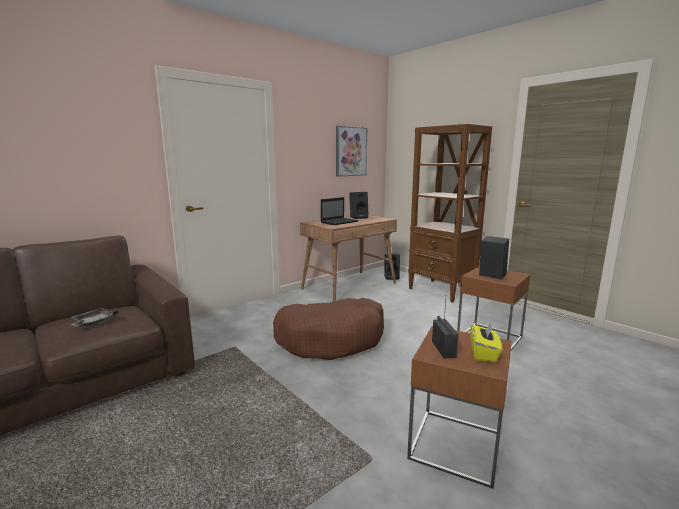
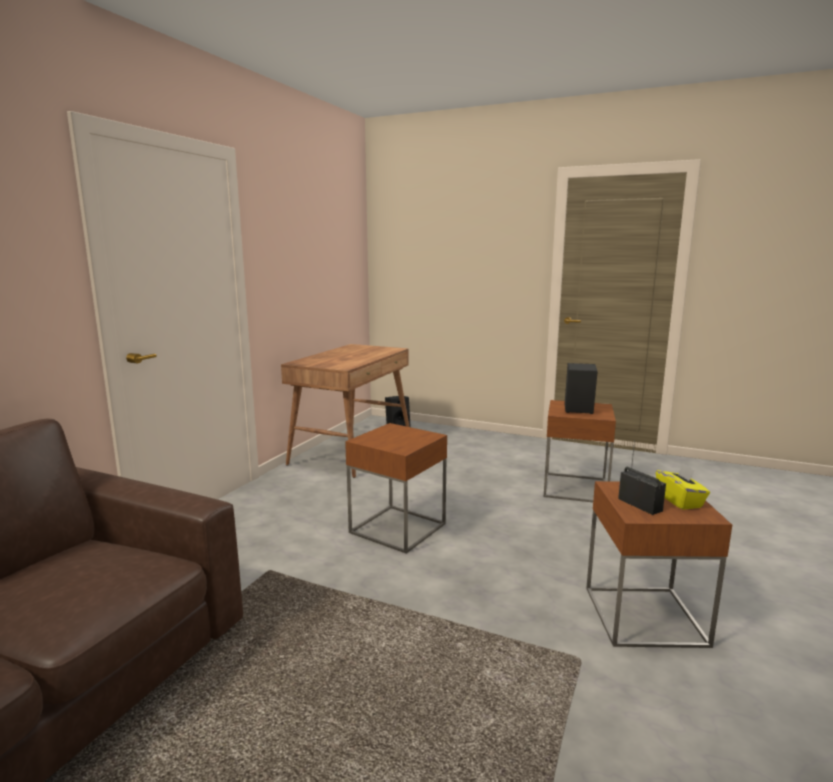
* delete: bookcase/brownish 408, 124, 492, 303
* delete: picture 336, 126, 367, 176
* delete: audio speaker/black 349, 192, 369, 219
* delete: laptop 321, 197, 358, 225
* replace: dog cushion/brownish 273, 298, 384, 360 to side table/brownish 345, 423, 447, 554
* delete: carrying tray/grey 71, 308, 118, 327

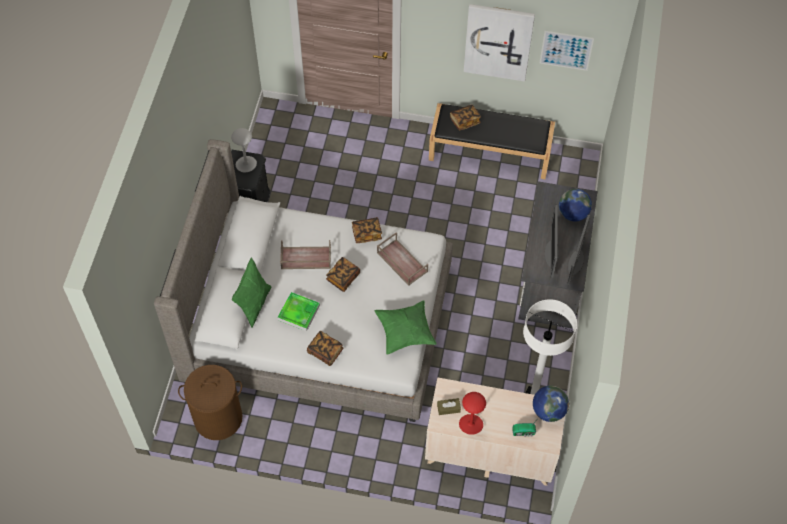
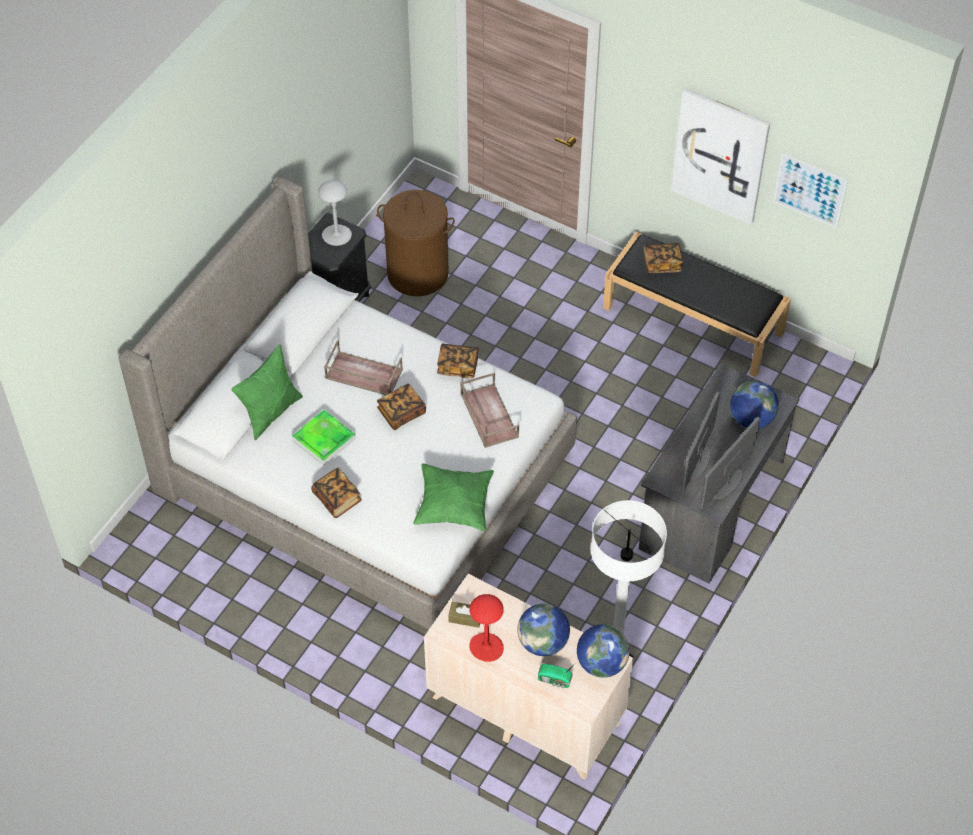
* move: washing basket/brownish 178, 365, 242, 440 to 377, 190, 455, 296
* insert: world globe 517, 604, 570, 656

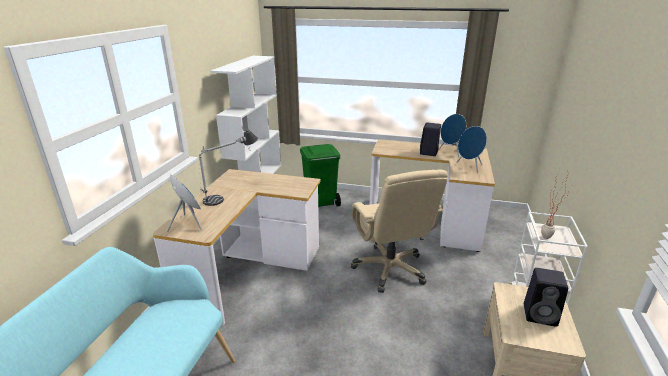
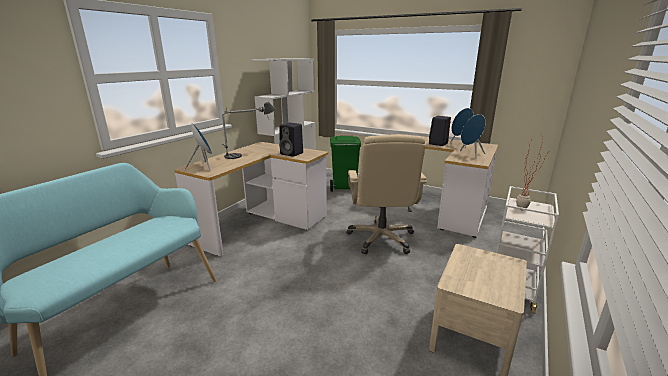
* move: audio speaker/black 524, 268, 568, 327 to 279, 123, 303, 157

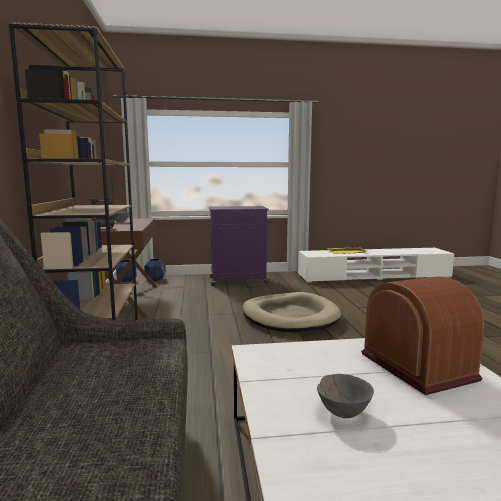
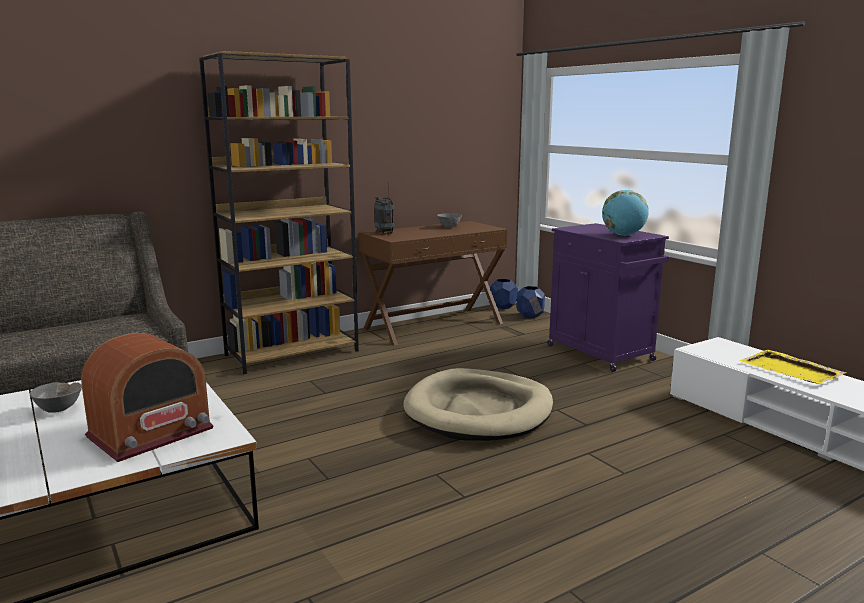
* insert: world globe 602, 190, 649, 236

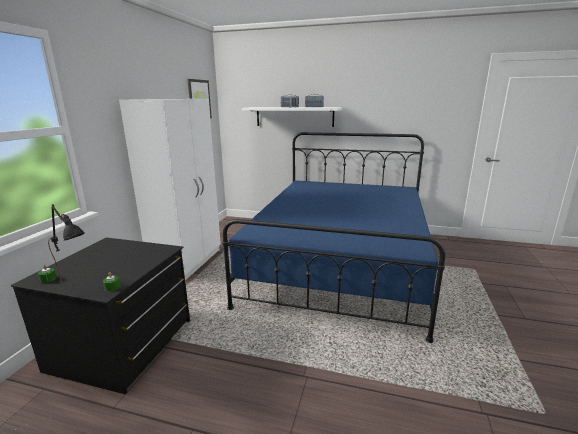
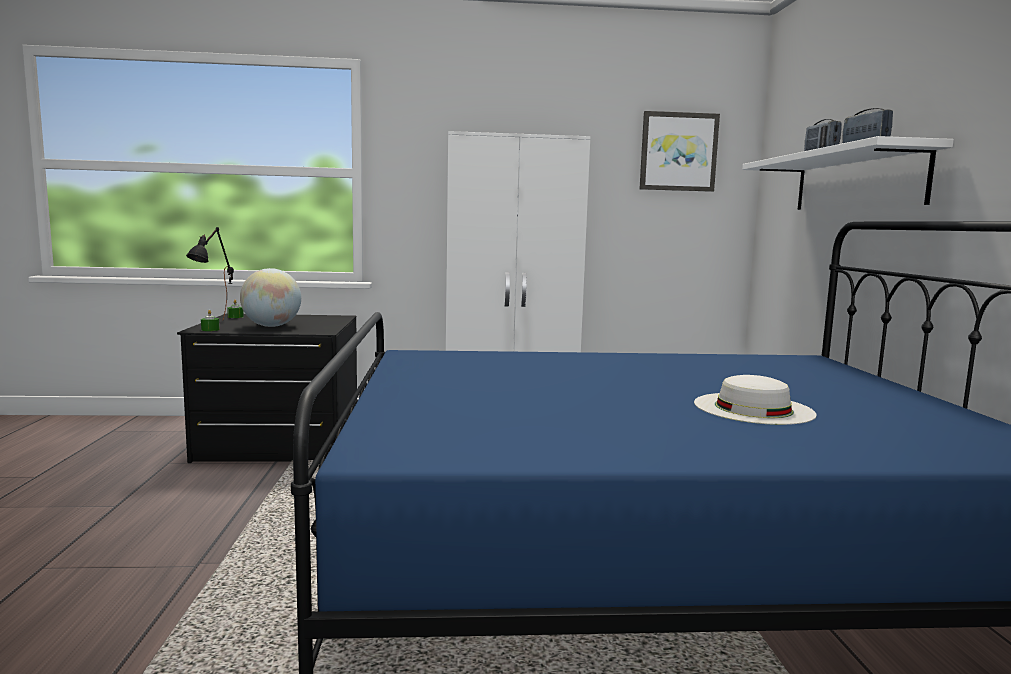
* insert: world globe 240, 268, 301, 327
* insert: clothing hat/whitish 694, 375, 817, 425

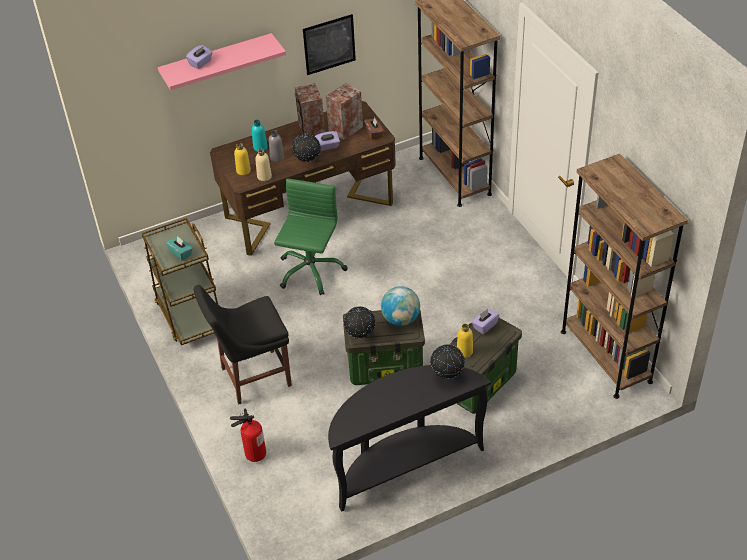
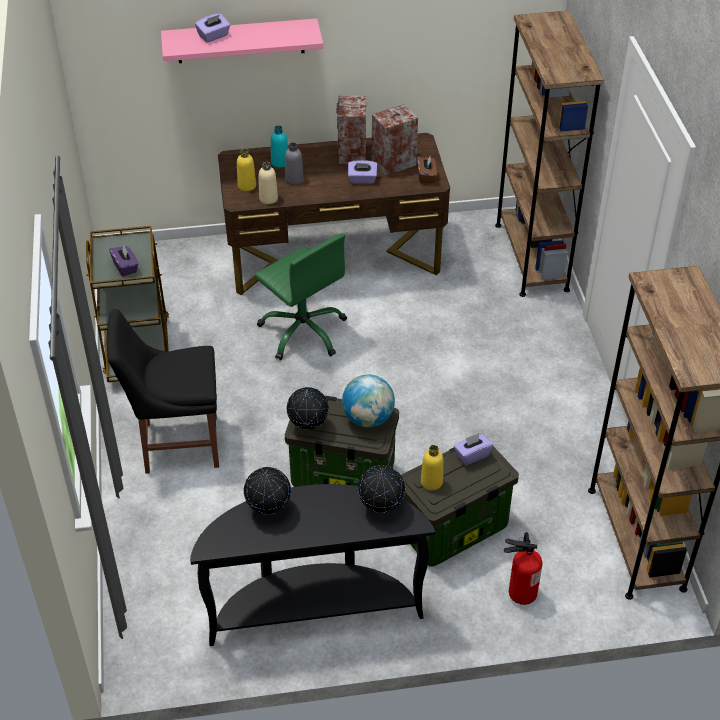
* delete: picture 303, 14, 356, 75
* move: world globe 292, 134, 321, 162 to 244, 467, 291, 515
* rotate: computer chair/green 274, 178, 347, 295 = 255, 233, 347, 360 105 degrees clockwise
* recolor: tissue holder/turquoise 166, 236, 193, 261 to tissue holder/purple-coloured 109, 246, 139, 276
* move: extinguisher 230, 409, 266, 462 to 504, 532, 542, 605

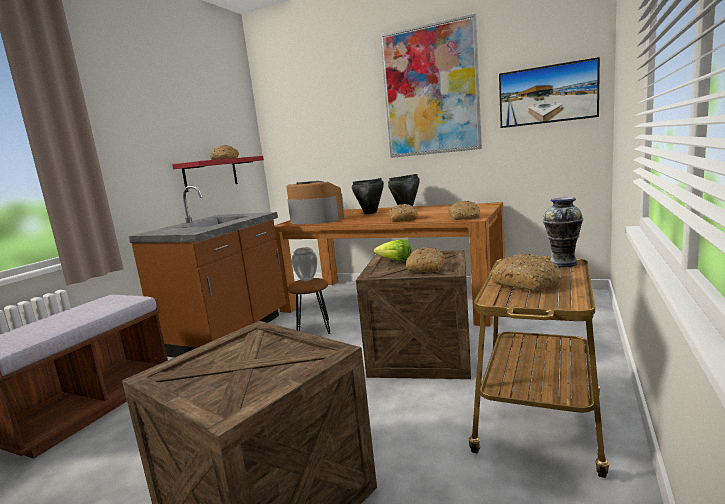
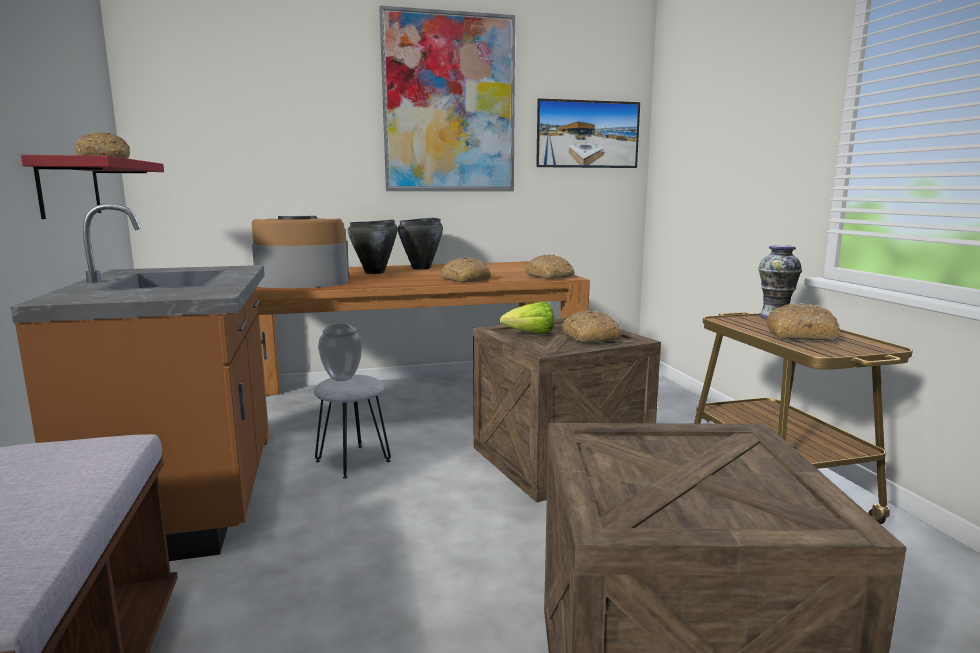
* recolor: stool seat/brownish 287, 278, 331, 334 to stool seat/grey 314, 375, 391, 479

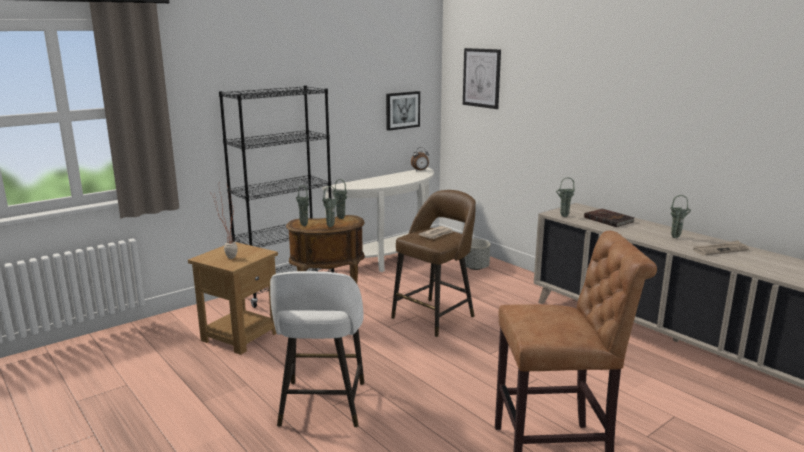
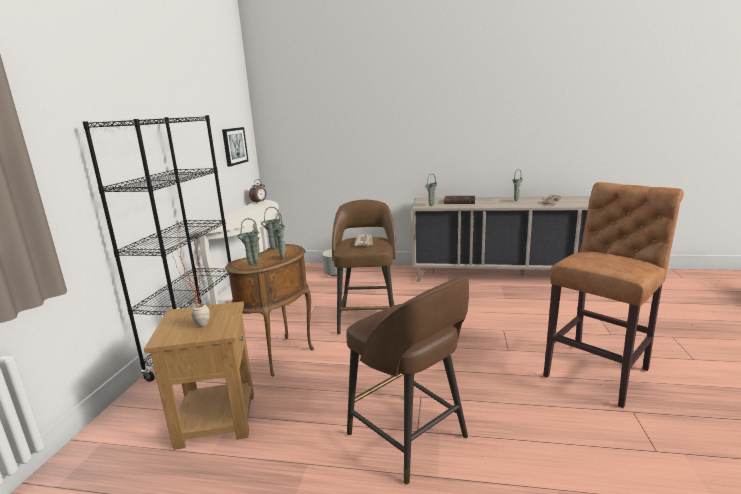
* delete: picture 463, 48, 501, 109
* recolor: stool seat/whitish 270, 271, 364, 427 to stool seat/brownish 346, 276, 469, 484

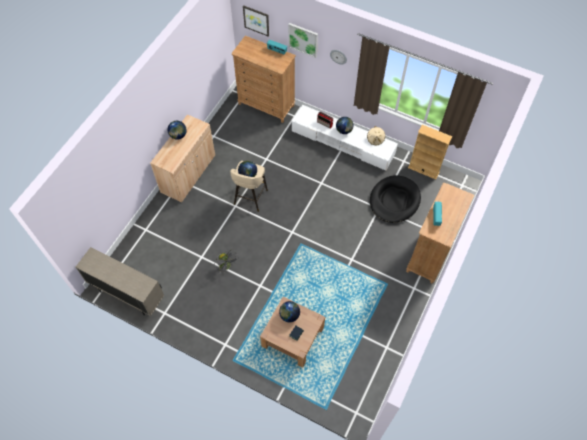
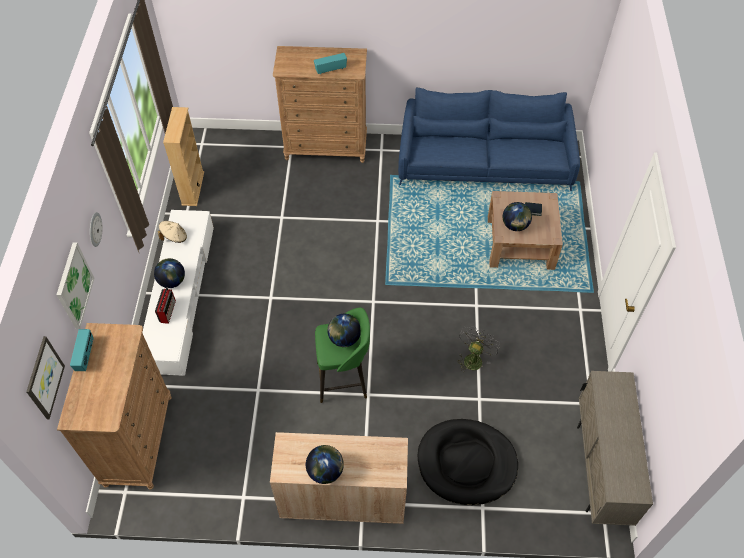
* recolor: stool seat/sand-coloured 230, 161, 268, 212 to stool seat/green 315, 307, 370, 403
* move: dog cushion/black 370, 175, 421, 223 to 418, 419, 518, 505
* insert: couch/blue 398, 88, 580, 191

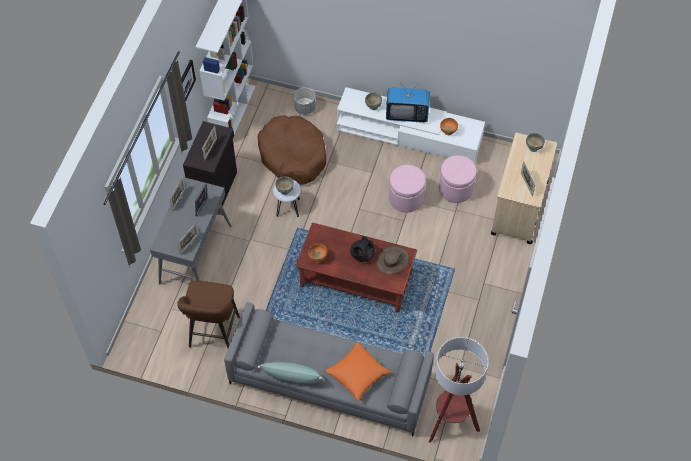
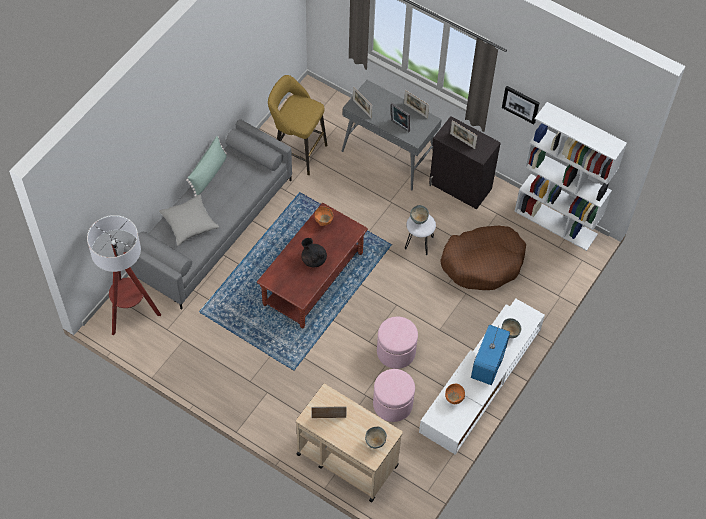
* delete: plant pot/grey 294, 88, 315, 115
* delete: clothing hat/brownish 376, 246, 410, 275
* recolor: stool seat/brownish 177, 281, 240, 348 to stool seat/yellow-coloured 268, 75, 328, 175
* recolor: cushion/orangey 325, 341, 391, 401 to cushion/grey 159, 195, 219, 246

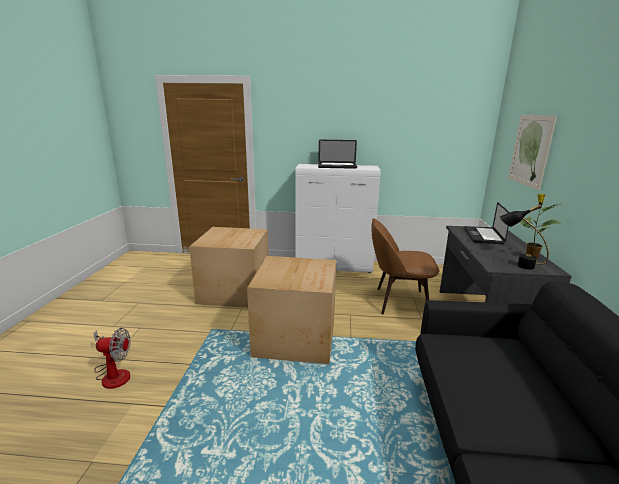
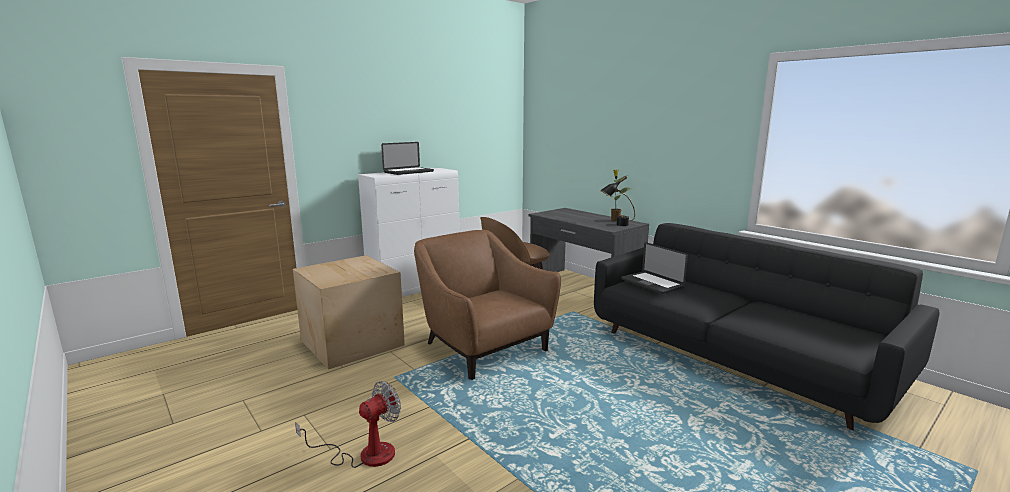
* delete: picture 508, 115, 557, 190
* move: laptop 464, 202, 510, 244 to 621, 242, 688, 294
* replace: cardboard box 247, 256, 337, 364 to easy chair/brownish 414, 230, 561, 380

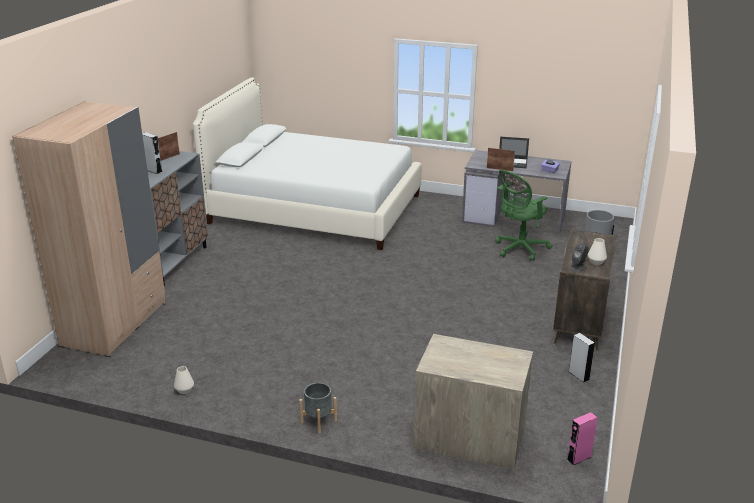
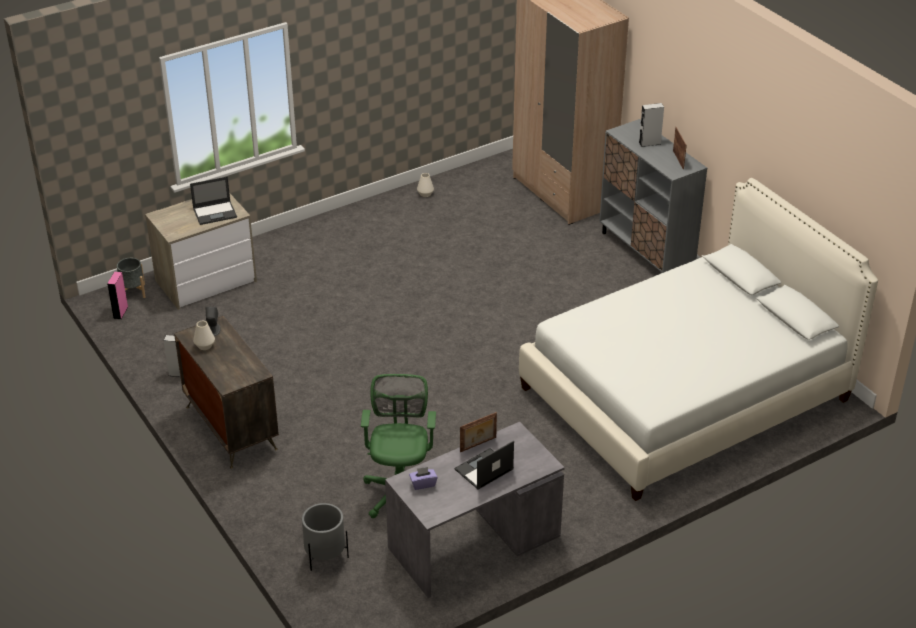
* move: plant pot/grey 299, 383, 337, 434 to 117, 258, 146, 298
* insert: laptop 190, 177, 237, 225

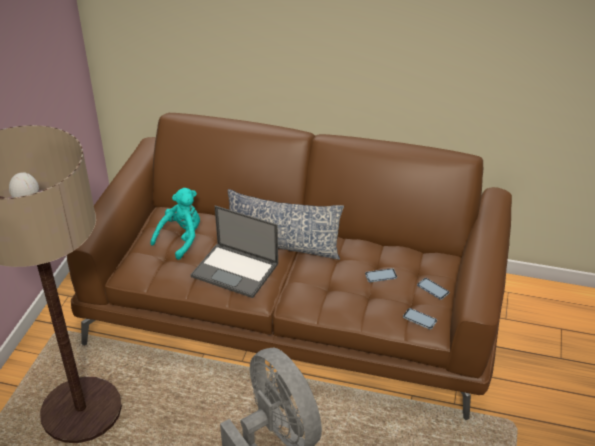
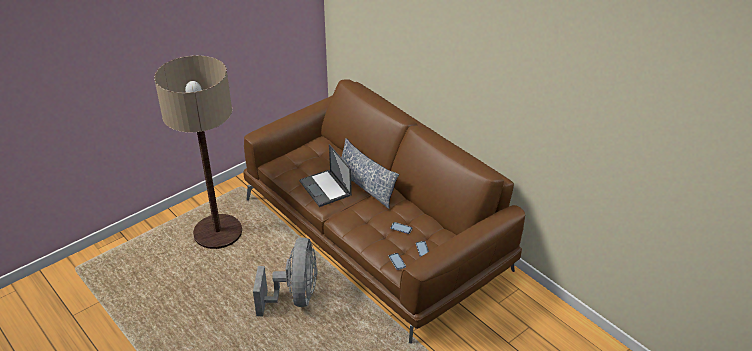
* delete: soft toy/turquoise 150, 188, 200, 260

